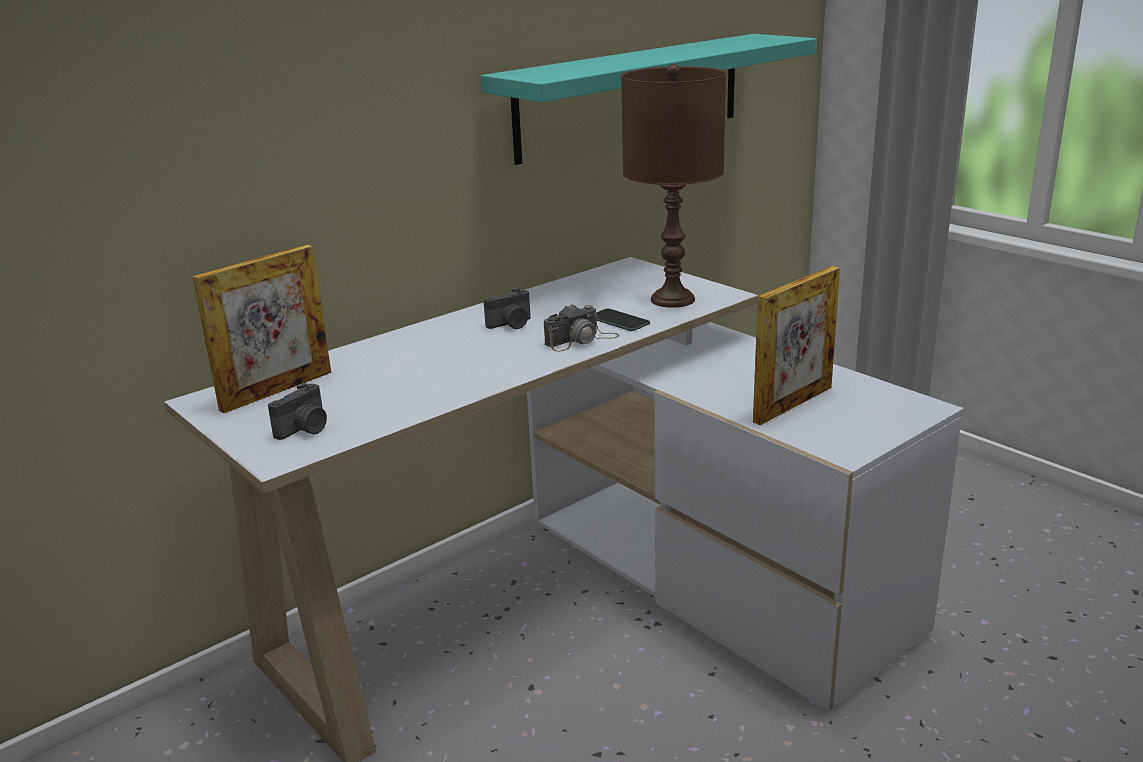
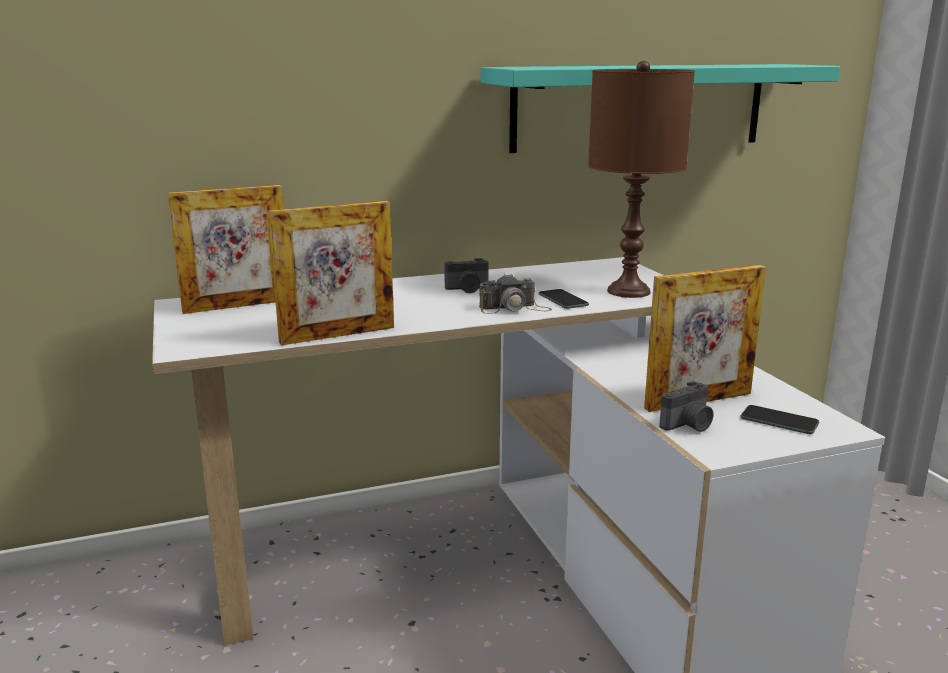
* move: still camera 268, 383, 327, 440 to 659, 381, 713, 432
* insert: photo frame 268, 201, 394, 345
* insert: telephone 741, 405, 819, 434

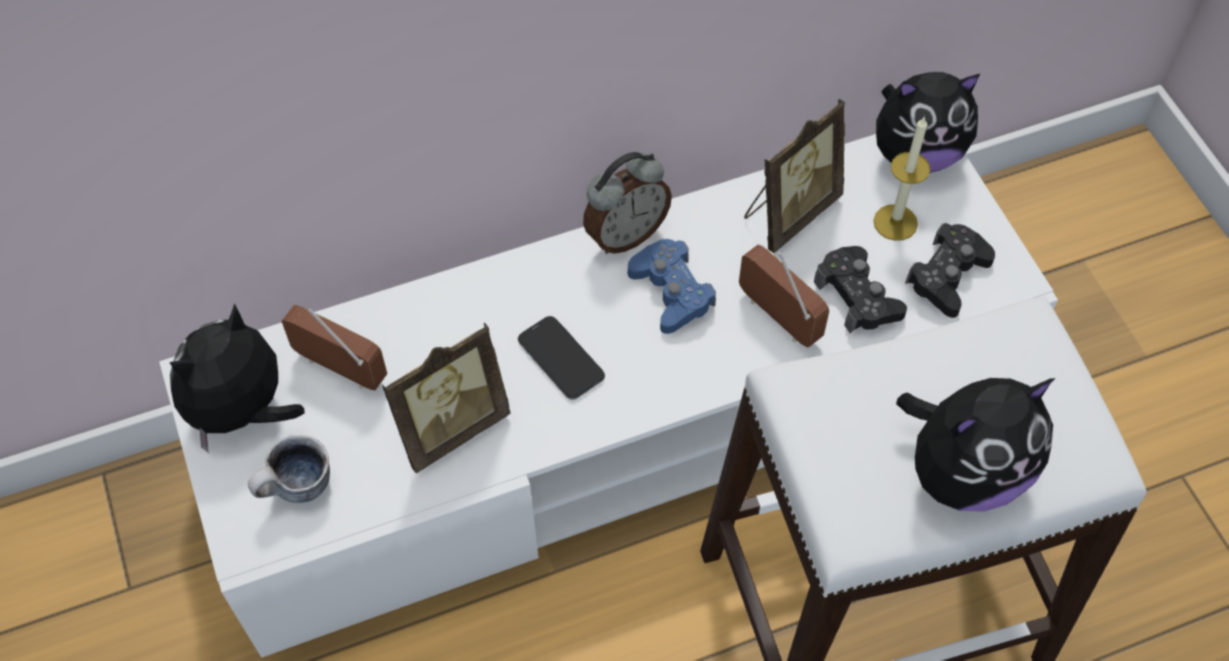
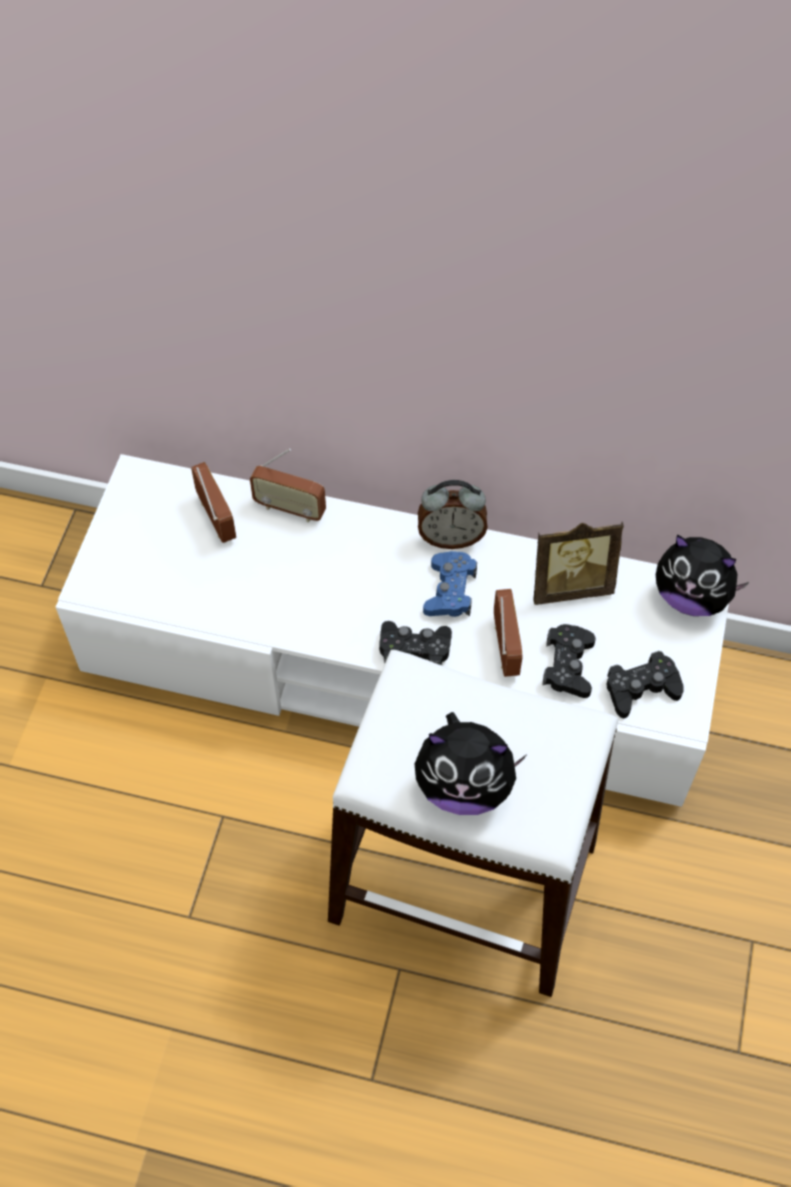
* delete: wax light 873, 116, 930, 241
* delete: soft toy 169, 303, 305, 453
* delete: telephone 518, 316, 605, 400
* delete: photo frame 382, 323, 511, 473
* delete: coffee mug 248, 435, 330, 503
* insert: radio 250, 449, 326, 522
* insert: game controller/black 379, 621, 452, 665

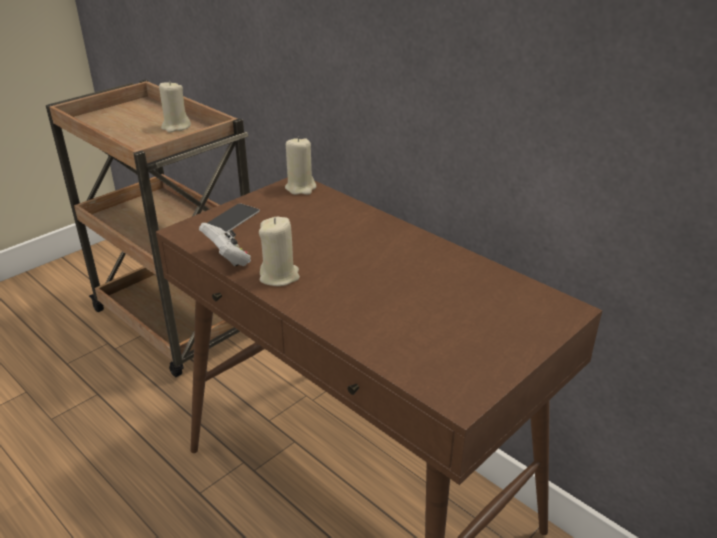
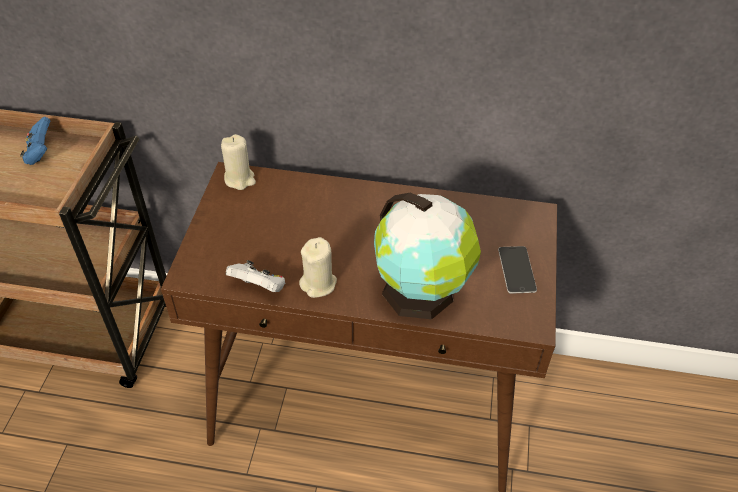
* replace: wax light/sand-coloured 159, 81, 191, 133 to game controller/blue 20, 117, 51, 165
* move: telephone 208, 203, 260, 232 to 498, 246, 537, 294
* insert: world globe 374, 193, 481, 319

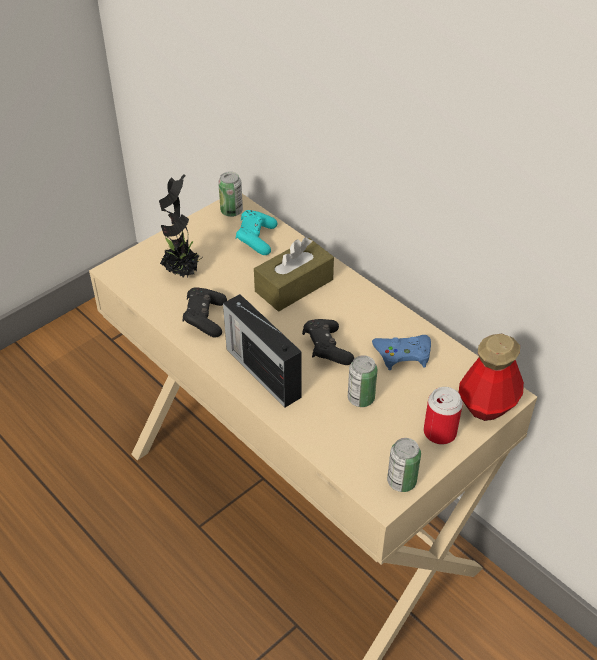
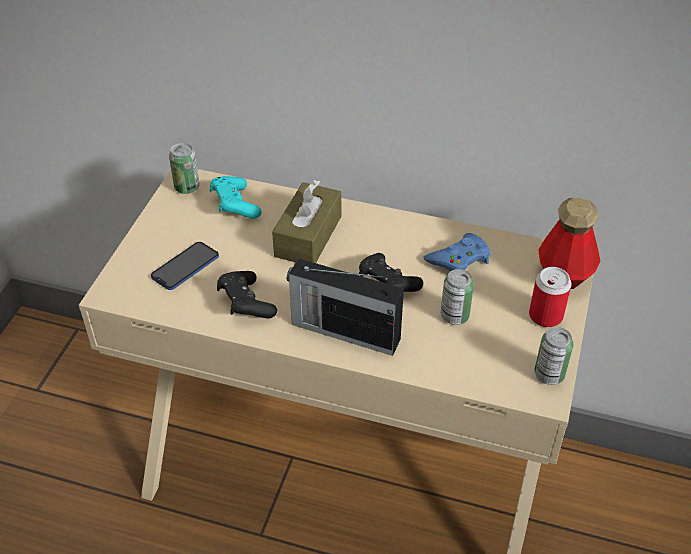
* replace: houseplant 159, 174, 203, 279 to telephone 151, 242, 219, 290

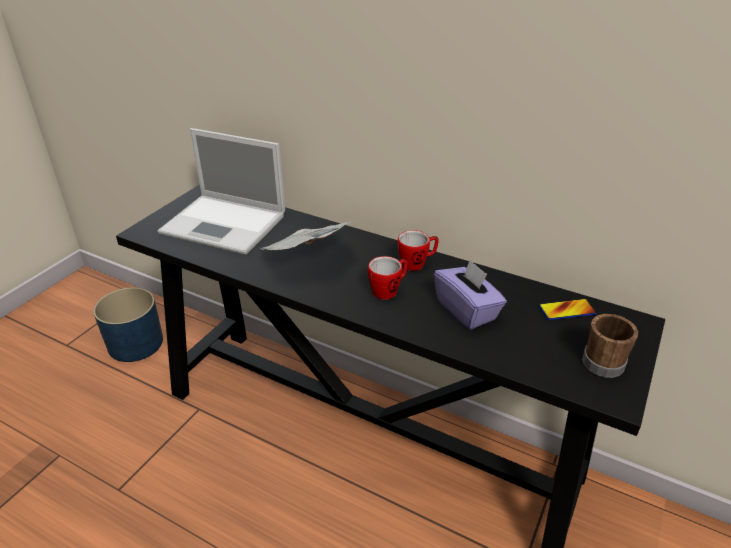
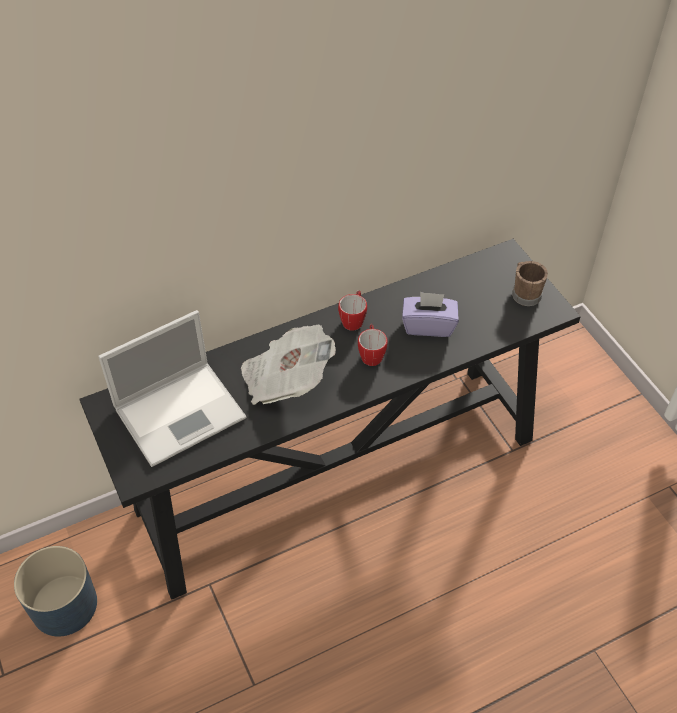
* delete: telephone 539, 299, 597, 320

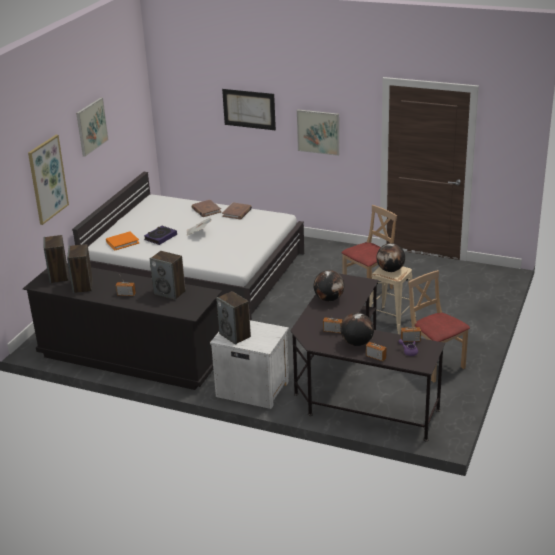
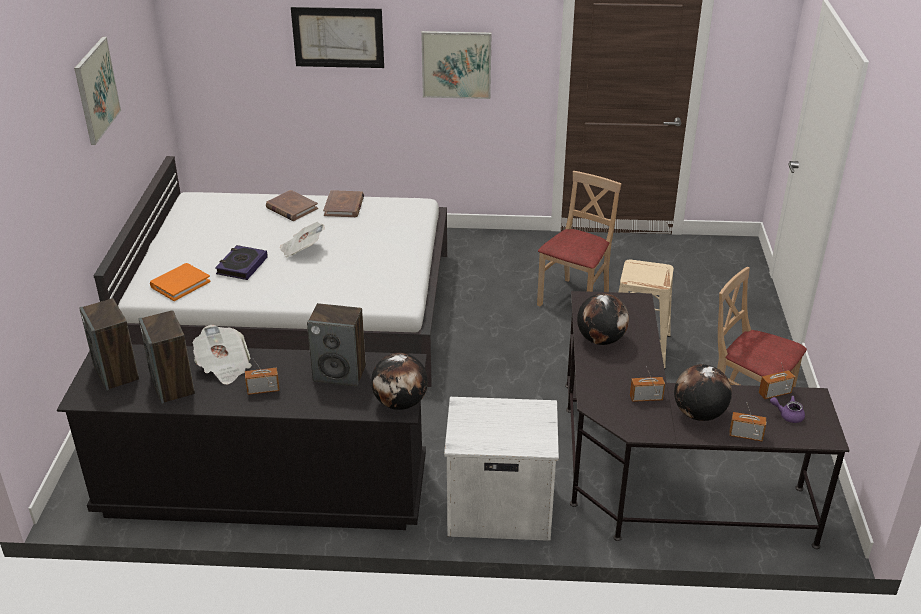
* delete: picture 28, 135, 69, 225
* move: world globe 376, 243, 405, 272 to 371, 353, 428, 410
* delete: audio speaker 216, 291, 251, 345
* insert: daily paper 193, 325, 252, 384

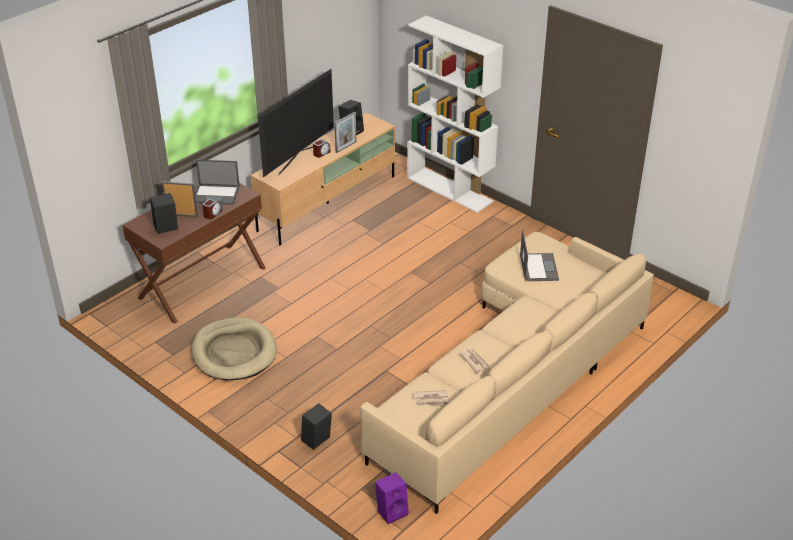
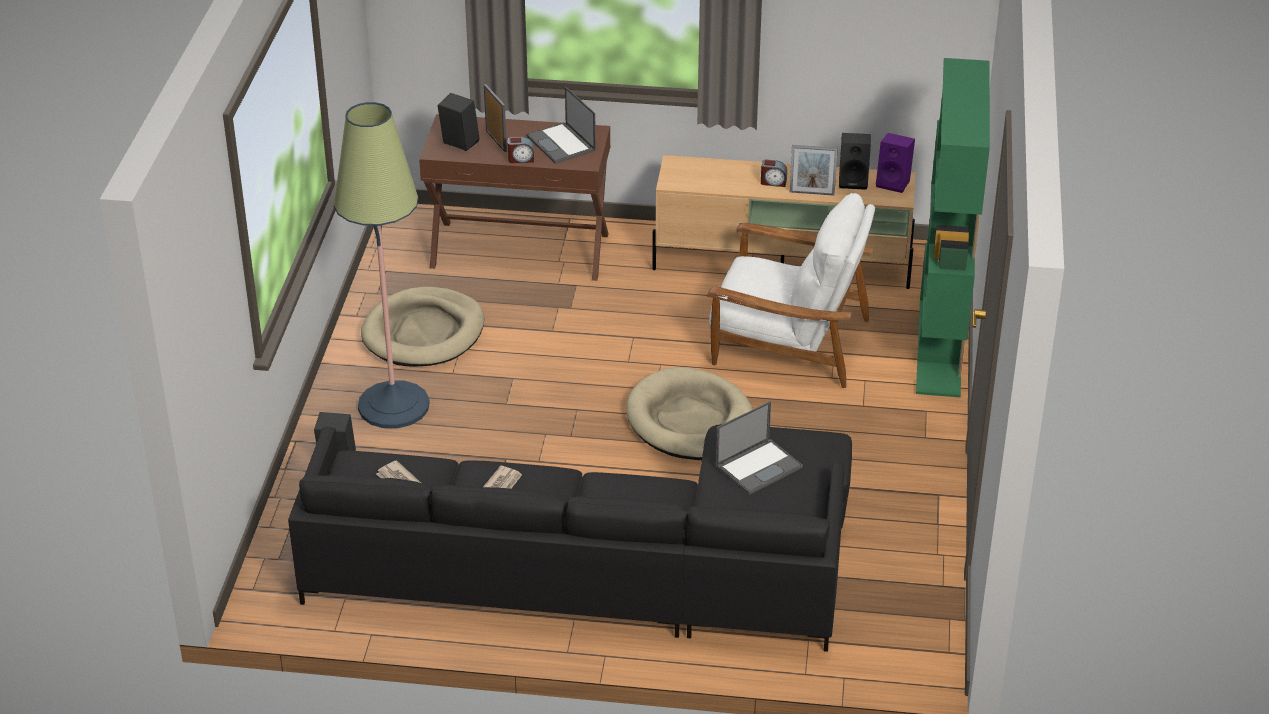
* recolor: bookcase/whitish 407, 16, 503, 213 to bookcase/green 916, 58, 990, 397
* delete: TV 258, 69, 334, 177
* recolor: couch/sand-coloured 360, 232, 654, 514 to couch/black 288, 424, 852, 652
* move: audio speaker/purple-coloured 375, 472, 409, 524 to 876, 133, 915, 193
* insert: standard lamp 334, 102, 430, 428
* insert: easy chair/whitish 707, 193, 875, 388
* insert: dog cushion/sand-coloured 626, 367, 753, 460

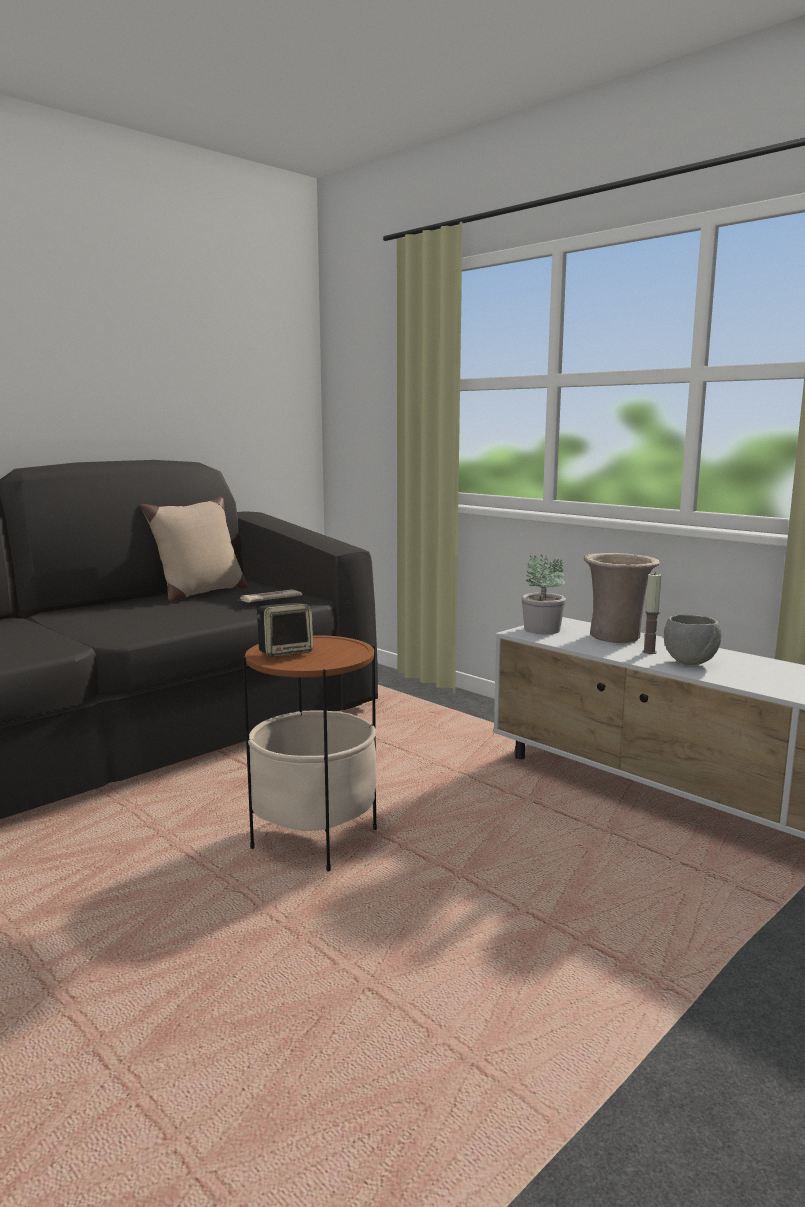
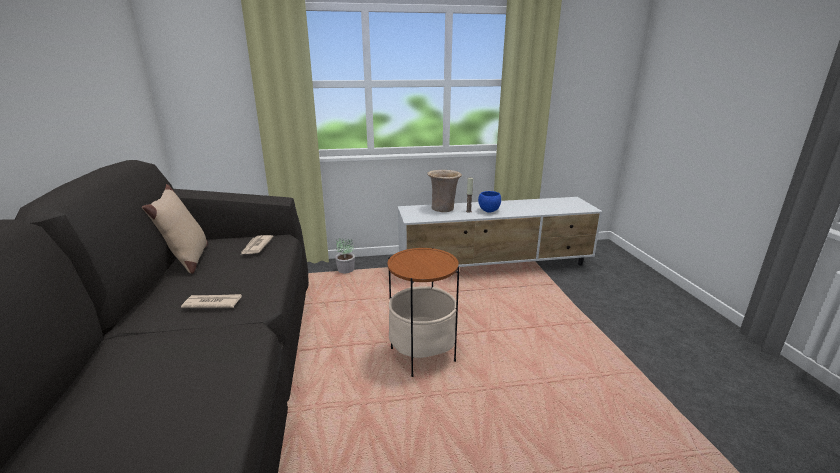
* move: houseplant 521, 553, 566, 634 to 335, 238, 355, 273
* delete: audio speaker 257, 603, 313, 657
* recolor: serving bowl/grey 664, 615, 721, 665 to serving bowl/blue 478, 191, 501, 213
* insert: daily paper 181, 294, 242, 308

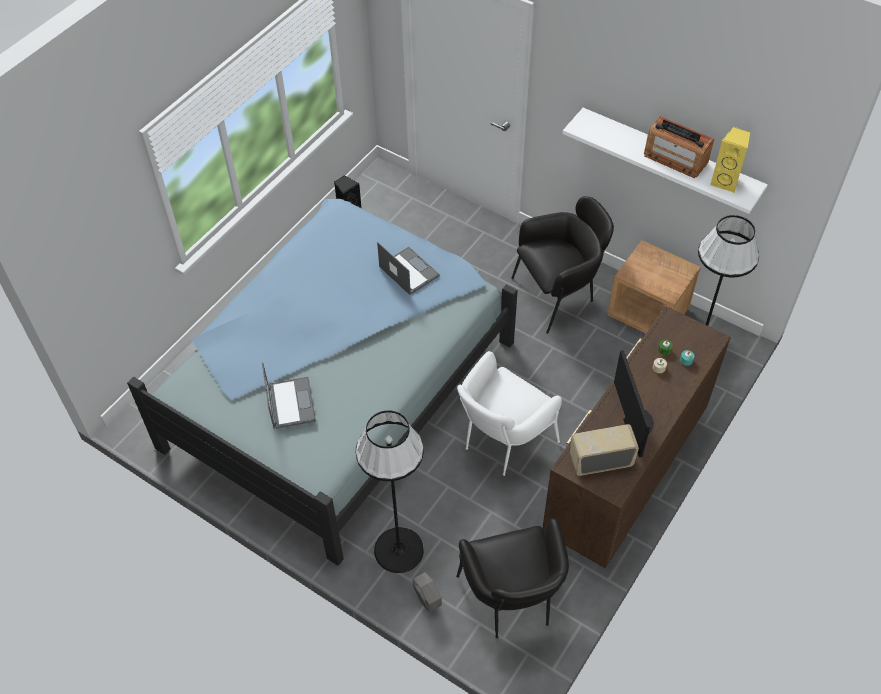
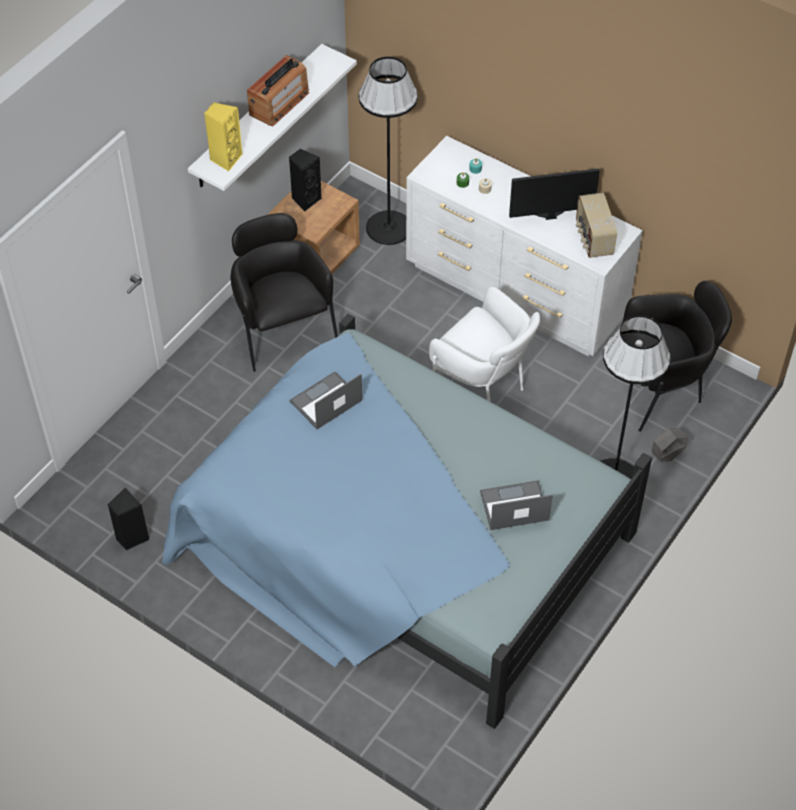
* move: audio speaker/yellow-coloured 710, 127, 750, 193 to 204, 102, 243, 171
* recolor: drawer chest/brownish 542, 306, 731, 569 to drawer chest/whitish 406, 136, 643, 357
* insert: audio speaker/black 289, 149, 322, 212

